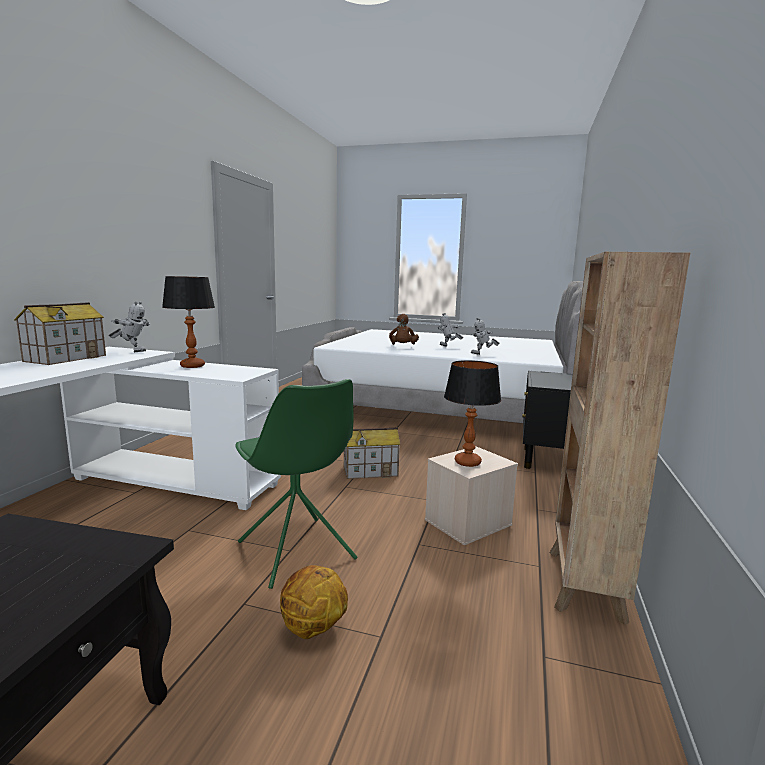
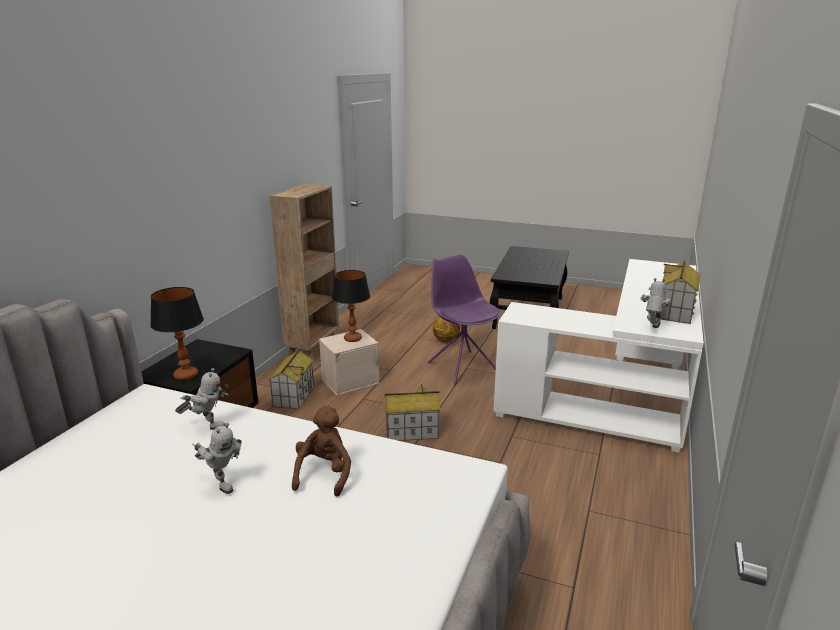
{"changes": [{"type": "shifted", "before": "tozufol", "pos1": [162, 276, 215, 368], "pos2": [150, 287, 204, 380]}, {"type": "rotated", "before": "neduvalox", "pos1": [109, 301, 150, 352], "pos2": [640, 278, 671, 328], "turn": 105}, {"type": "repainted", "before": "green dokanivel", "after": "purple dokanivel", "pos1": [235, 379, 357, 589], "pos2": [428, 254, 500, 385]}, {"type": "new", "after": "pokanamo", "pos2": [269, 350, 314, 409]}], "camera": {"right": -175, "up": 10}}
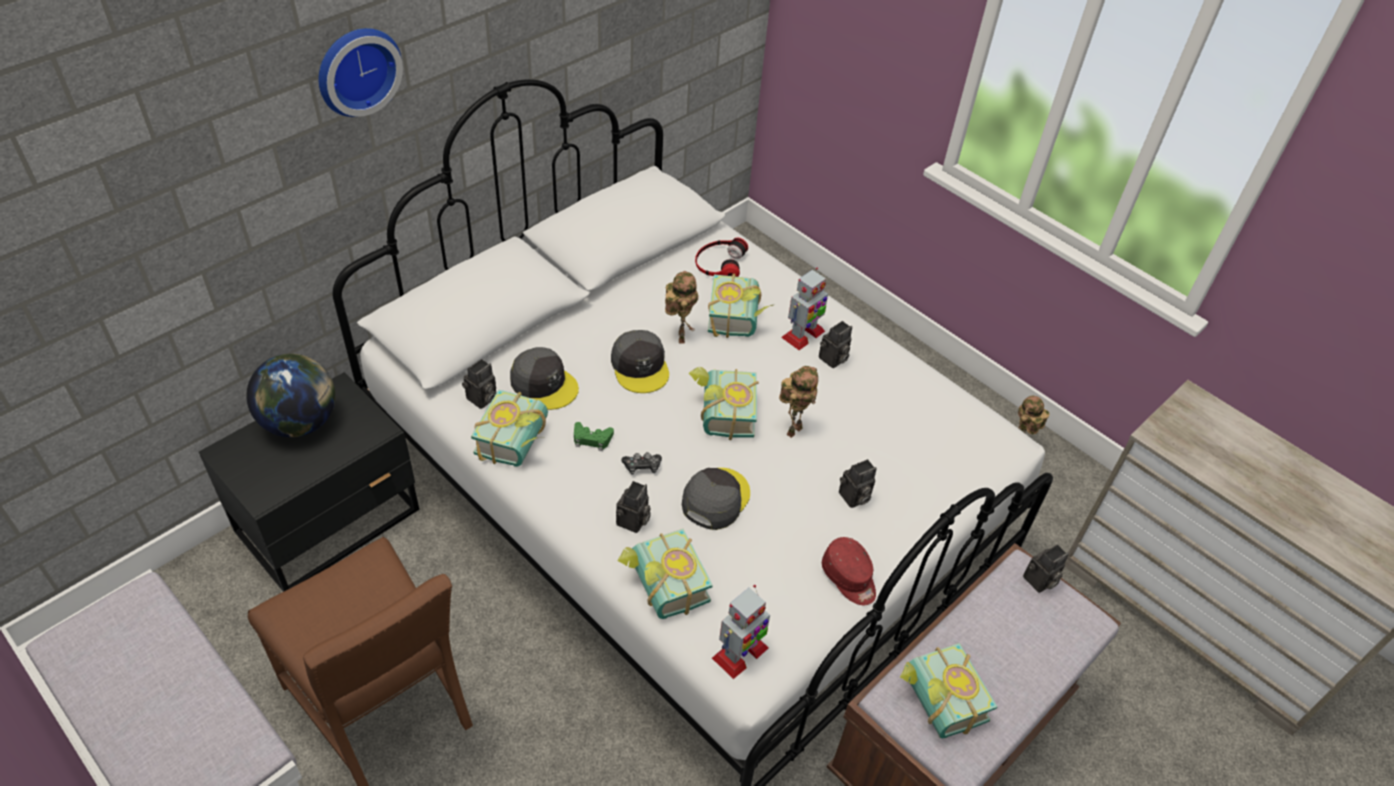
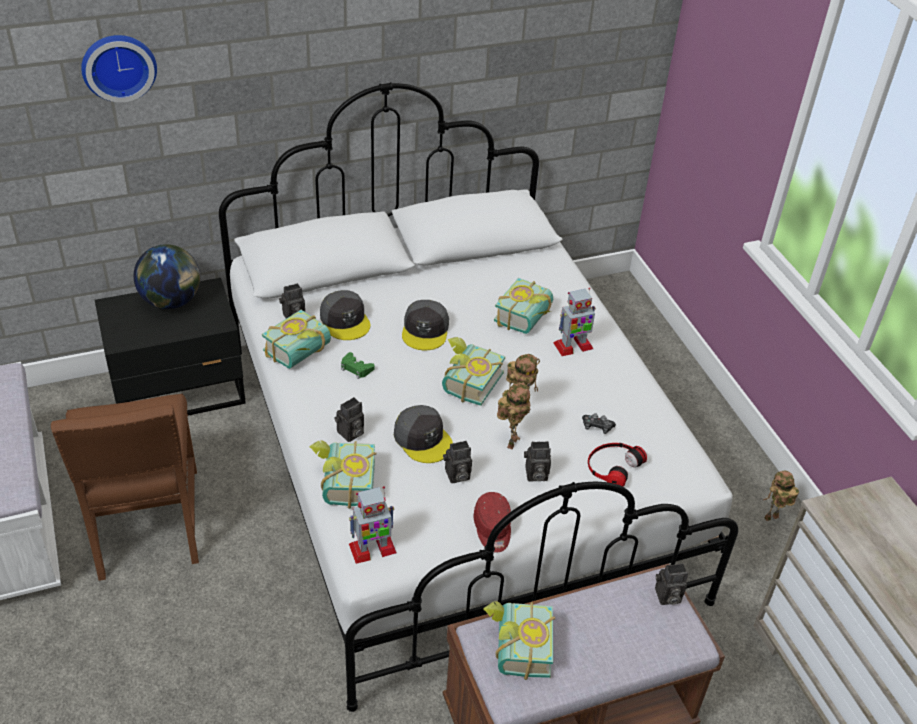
{"changes": [{"type": "shifted", "before": "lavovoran", "pos1": [319, 28, 403, 117], "pos2": [81, 35, 157, 102]}, {"type": "shifted", "before": "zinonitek", "pos1": [695, 238, 748, 277], "pos2": [588, 443, 647, 487]}, {"type": "shifted", "before": "neduvalox", "pos1": [665, 271, 698, 344], "pos2": [497, 382, 531, 449]}, {"type": "shifted", "before": "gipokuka", "pos1": [819, 321, 852, 368], "pos2": [443, 441, 472, 483]}, {"type": "shifted", "before": "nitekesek", "pos1": [621, 452, 662, 475], "pos2": [582, 413, 616, 434]}, {"type": "rotated", "before": "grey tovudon", "pos1": [682, 468, 750, 530], "pos2": [394, 405, 453, 463], "turn": 90}], "camera": {"right": 25, "up": -5}}
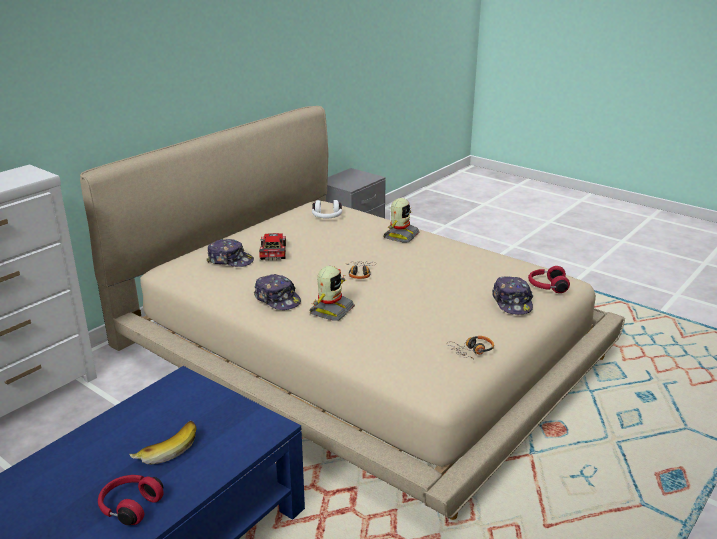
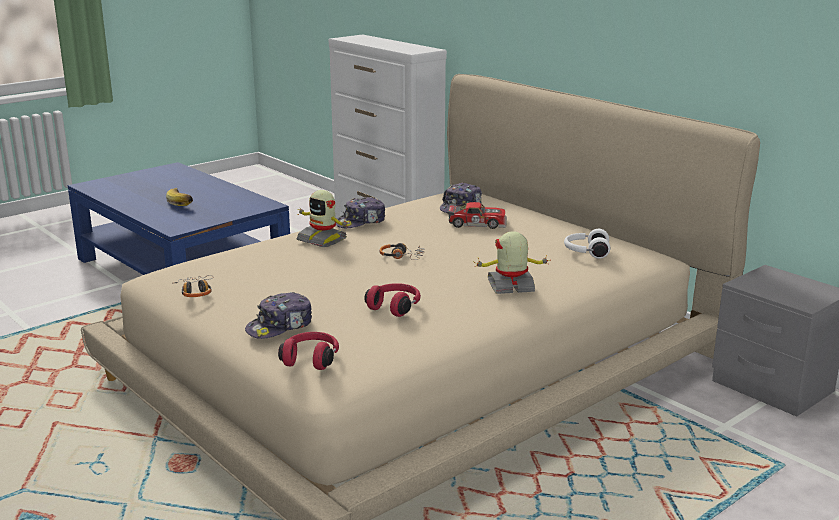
{"changes": [{"type": "rotated", "before": "neduvalox", "pos1": [384, 198, 420, 243], "pos2": [474, 231, 551, 294], "turn": 135}, {"type": "rotated", "before": "tovudon", "pos1": [492, 276, 533, 314], "pos2": [245, 292, 312, 339], "turn": -45}, {"type": "shifted", "before": "red zinonitek", "pos1": [98, 475, 164, 525], "pos2": [364, 283, 421, 317]}], "camera": {"right": 100, "up": -5}}
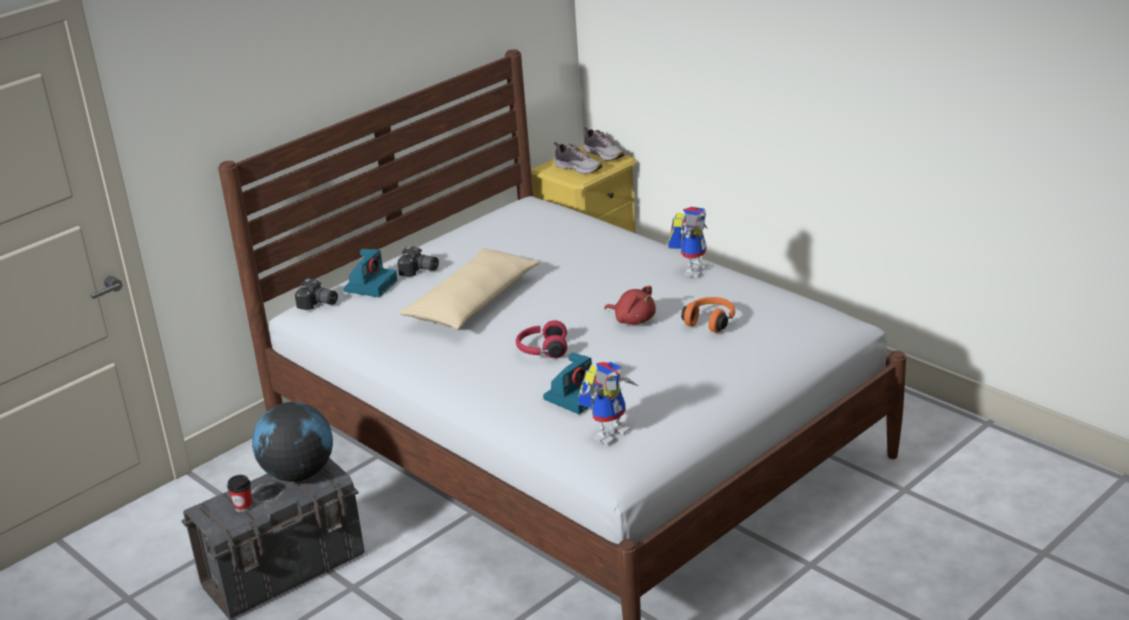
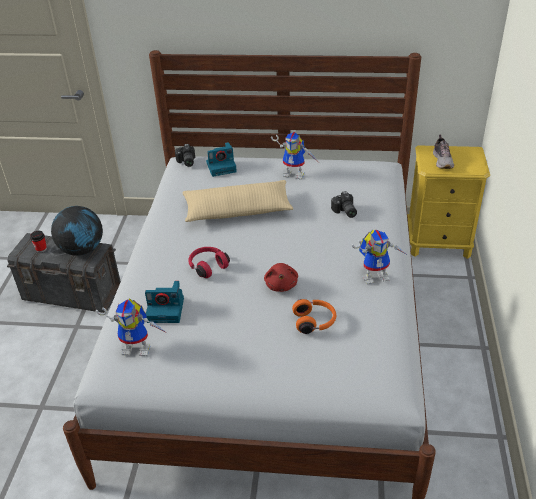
{"changes": [{"type": "gone", "before": "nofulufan", "pos1": [584, 127, 625, 161]}, {"type": "shifted", "before": "gipokuka", "pos1": [397, 246, 439, 277], "pos2": [331, 191, 357, 218]}, {"type": "new", "after": "neduvalox", "pos2": [271, 132, 317, 180]}], "camera": {"right": 50, "up": 10}}
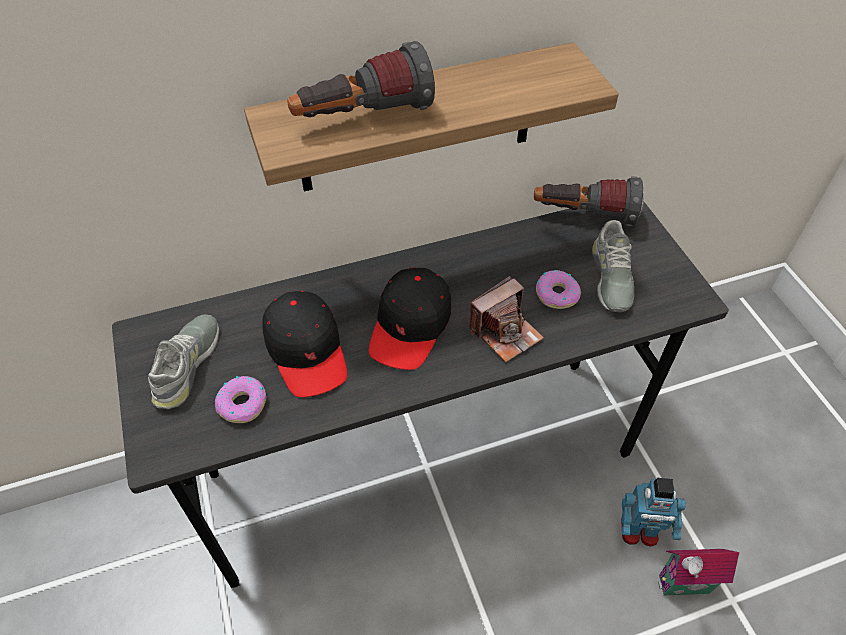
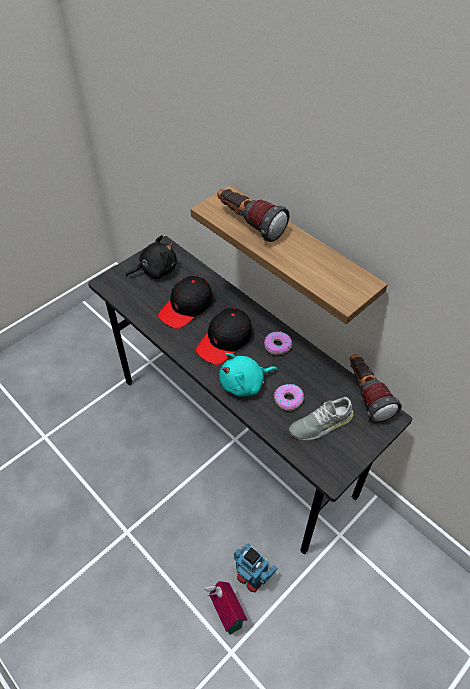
{"changes": [{"type": "rotated", "before": "black tovudon", "pos1": [369, 267, 451, 370], "pos2": [196, 308, 252, 365], "turn": -45}, {"type": "swapped", "before": "gipokuka", "after": "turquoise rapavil", "pos1": [469, 276, 544, 363], "pos2": [219, 353, 278, 397]}, {"type": "swapped", "before": "grey nofulufan", "after": "black rapavil", "pos1": [148, 314, 219, 409], "pos2": [126, 235, 177, 279]}, {"type": "shifted", "before": "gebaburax", "pos1": [215, 376, 267, 423], "pos2": [264, 332, 292, 355]}, {"type": "rotated", "before": "neduvalox", "pos1": [621, 478, 686, 547], "pos2": [234, 543, 277, 592], "turn": 150}], "camera": {"right": 65, "up": 0}}
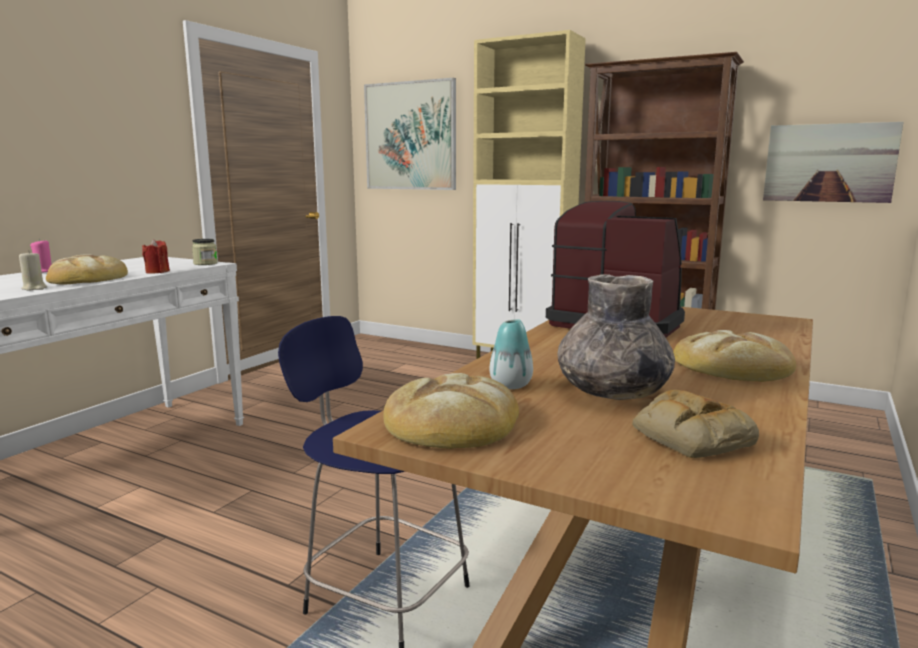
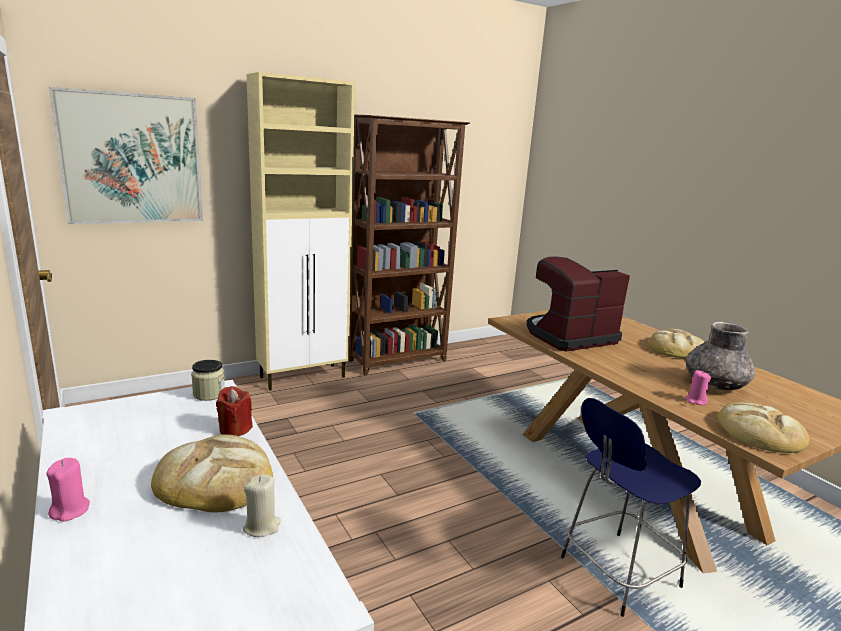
{"changes": [{"type": "gone", "before": "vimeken", "pos1": [763, 122, 903, 203]}, {"type": "swapped", "before": "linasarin", "after": "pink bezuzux", "pos1": [489, 319, 533, 389], "pos2": [685, 370, 711, 405]}, {"type": "gone", "before": "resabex", "pos1": [632, 390, 759, 458]}], "camera": {"right": -60, "up": 5}}
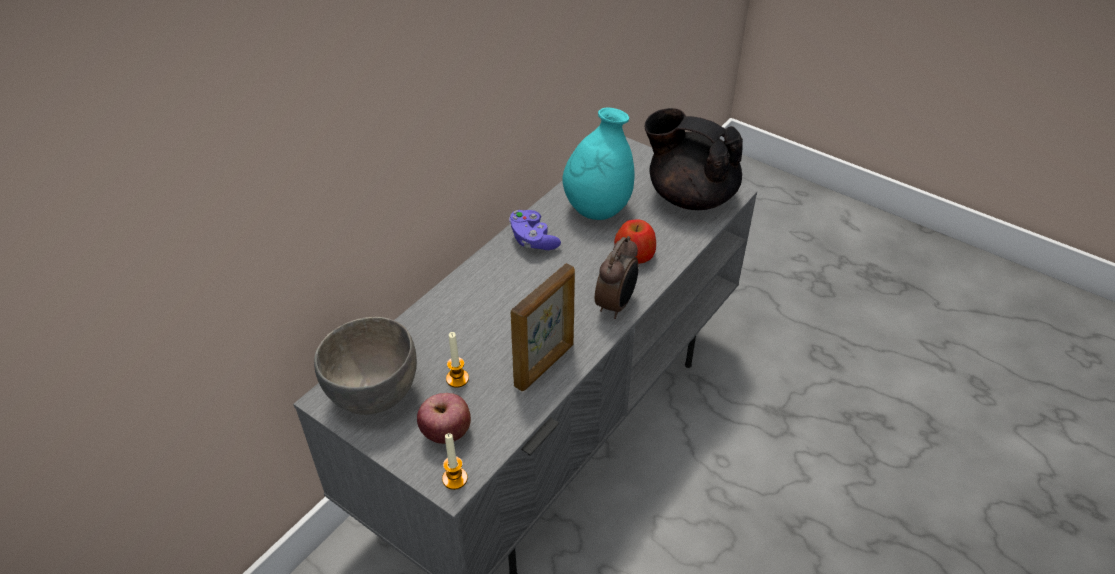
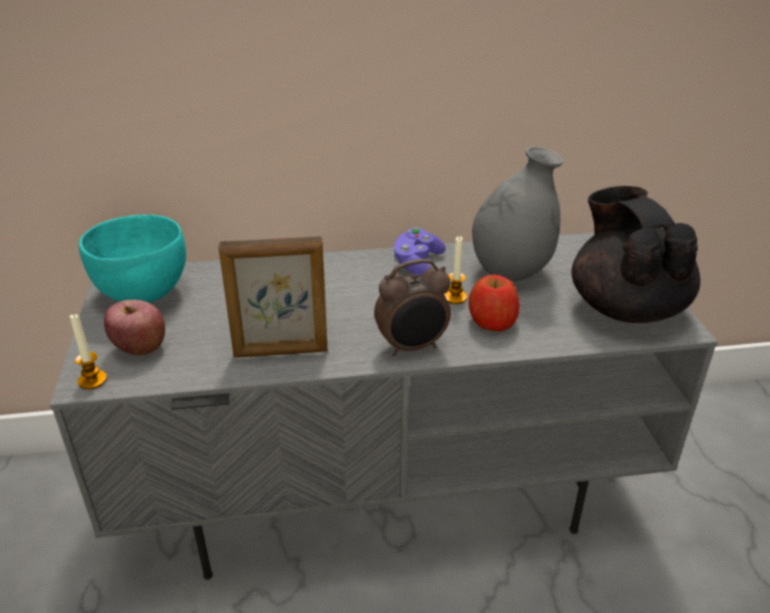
{"changes": [{"type": "repainted", "before": "turquoise linasarin", "after": "grey linasarin", "pos1": [562, 107, 635, 220], "pos2": [472, 146, 563, 281]}, {"type": "repainted", "before": "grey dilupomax", "after": "turquoise dilupomax", "pos1": [314, 317, 417, 415], "pos2": [79, 215, 186, 302]}, {"type": "shifted", "before": "bezuzux", "pos1": [446, 332, 469, 388], "pos2": [444, 236, 467, 304]}], "camera": {"right": 45, "up": -10}}
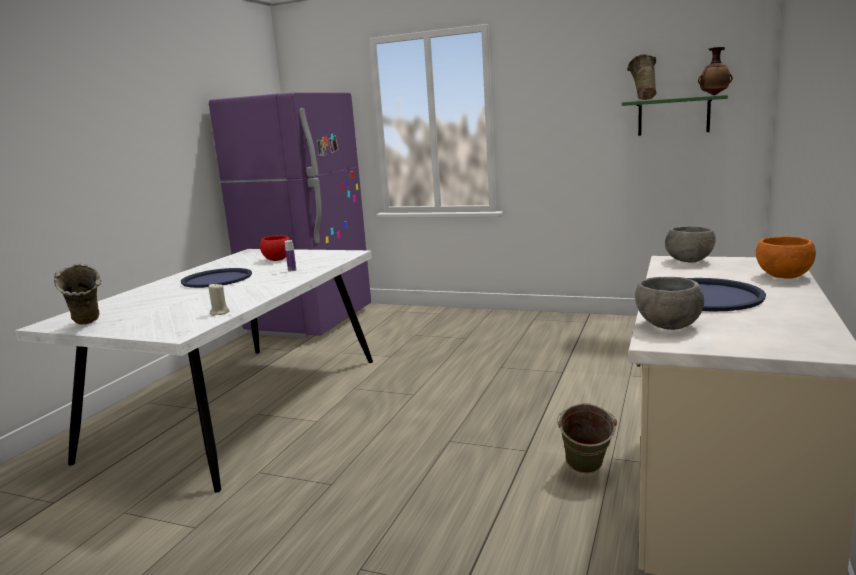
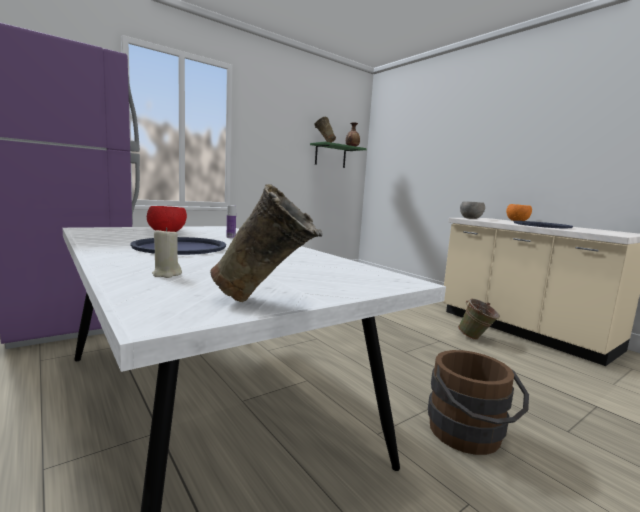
{"changes": [{"type": "gone", "before": "grey dilupomax", "pos1": [635, 277, 704, 330]}, {"type": "shifted", "before": "beige bezuzux", "pos1": [209, 283, 229, 316], "pos2": [152, 227, 182, 278]}, {"type": "new", "after": "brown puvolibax", "pos2": [428, 350, 529, 455]}], "camera": {"right": -60, "up": -5}}
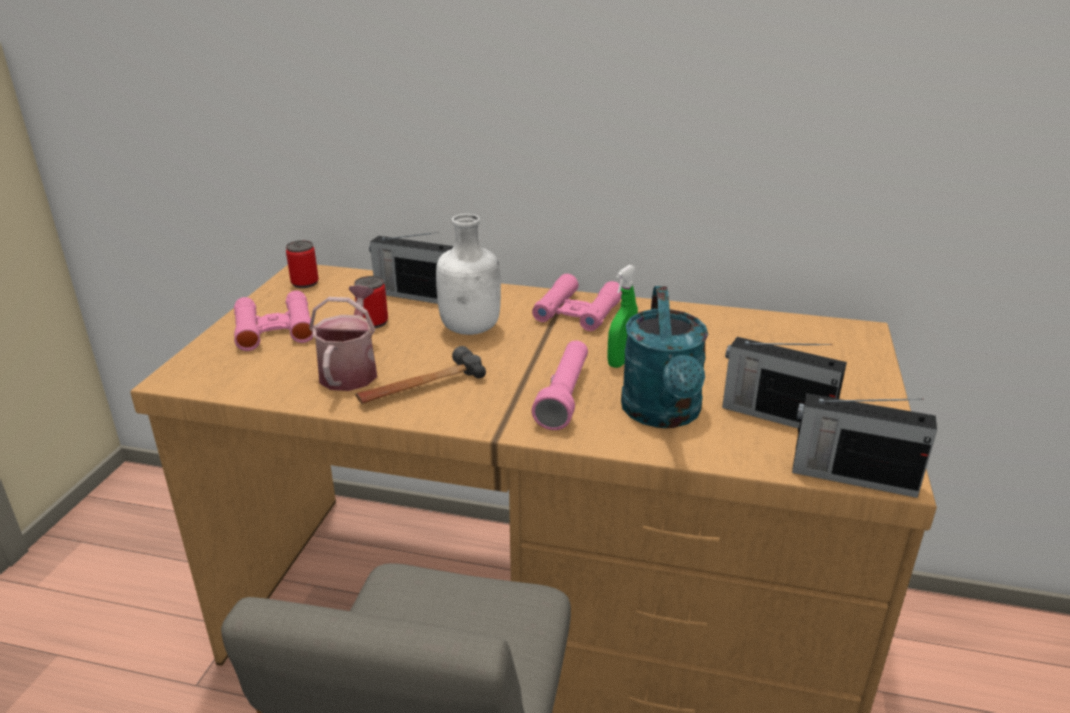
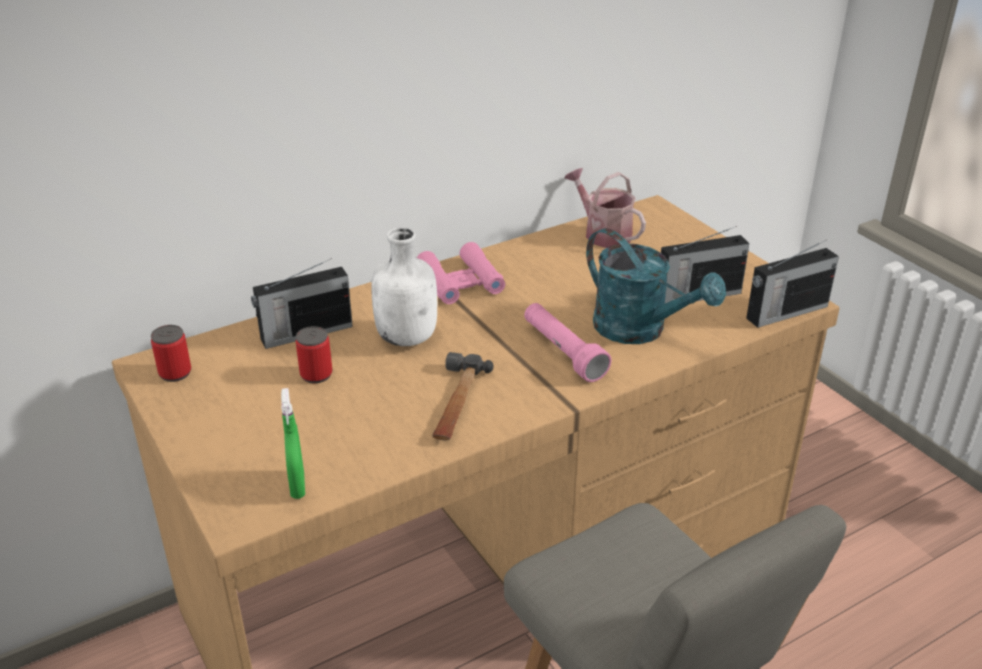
{"changes": [{"type": "shifted", "before": "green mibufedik", "pos1": [608, 265, 638, 368], "pos2": [281, 388, 305, 499]}, {"type": "shifted", "before": "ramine", "pos1": [309, 285, 377, 391], "pos2": [564, 168, 646, 248]}, {"type": "gone", "before": "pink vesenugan", "pos1": [234, 290, 314, 351]}], "camera": {"right": -45, "up": 5}}
